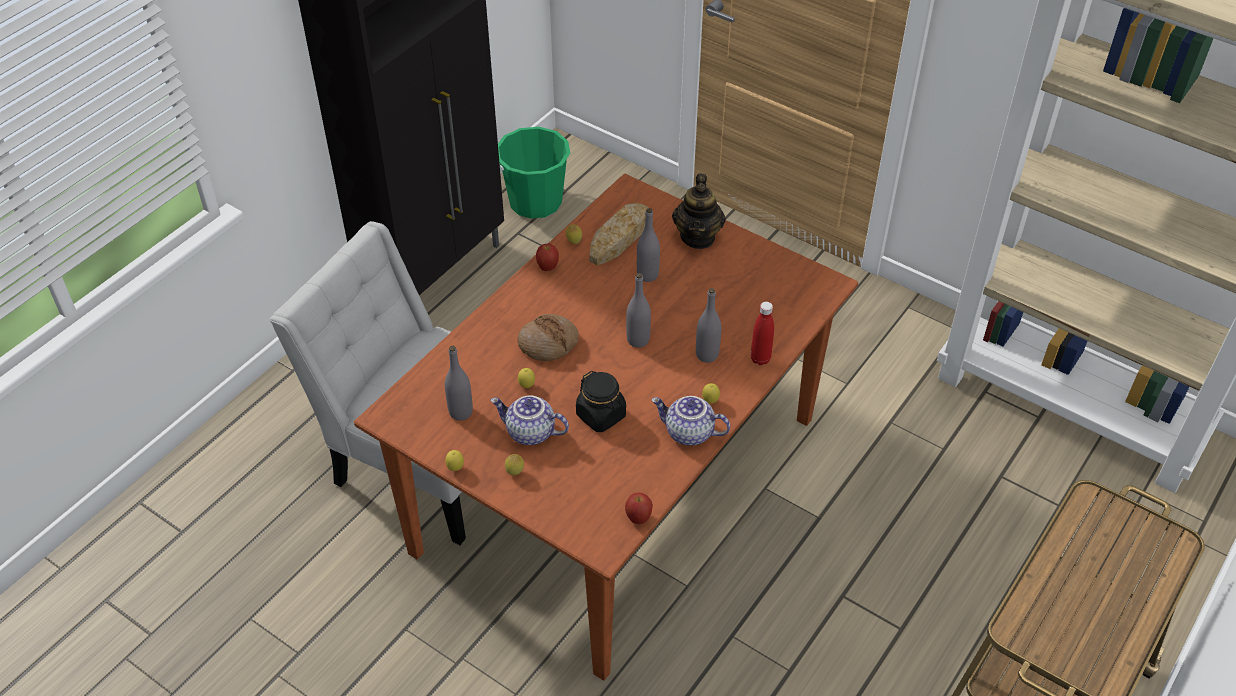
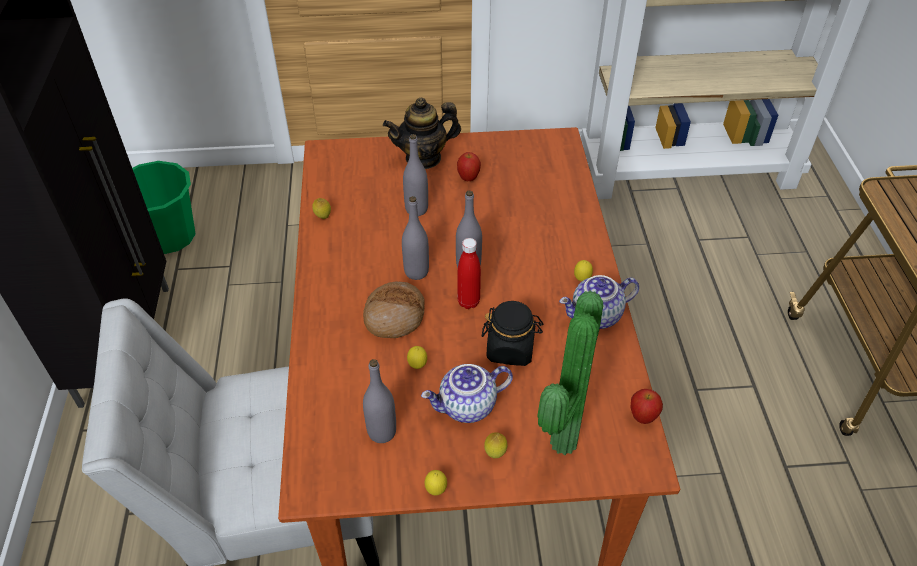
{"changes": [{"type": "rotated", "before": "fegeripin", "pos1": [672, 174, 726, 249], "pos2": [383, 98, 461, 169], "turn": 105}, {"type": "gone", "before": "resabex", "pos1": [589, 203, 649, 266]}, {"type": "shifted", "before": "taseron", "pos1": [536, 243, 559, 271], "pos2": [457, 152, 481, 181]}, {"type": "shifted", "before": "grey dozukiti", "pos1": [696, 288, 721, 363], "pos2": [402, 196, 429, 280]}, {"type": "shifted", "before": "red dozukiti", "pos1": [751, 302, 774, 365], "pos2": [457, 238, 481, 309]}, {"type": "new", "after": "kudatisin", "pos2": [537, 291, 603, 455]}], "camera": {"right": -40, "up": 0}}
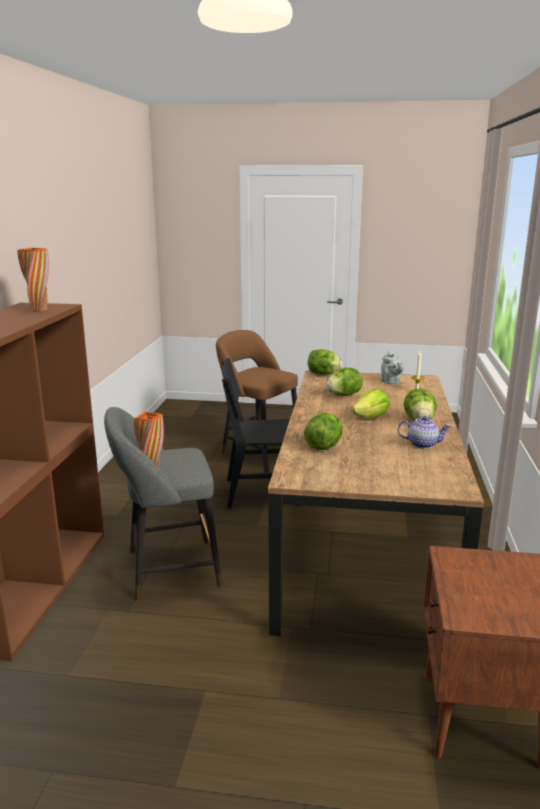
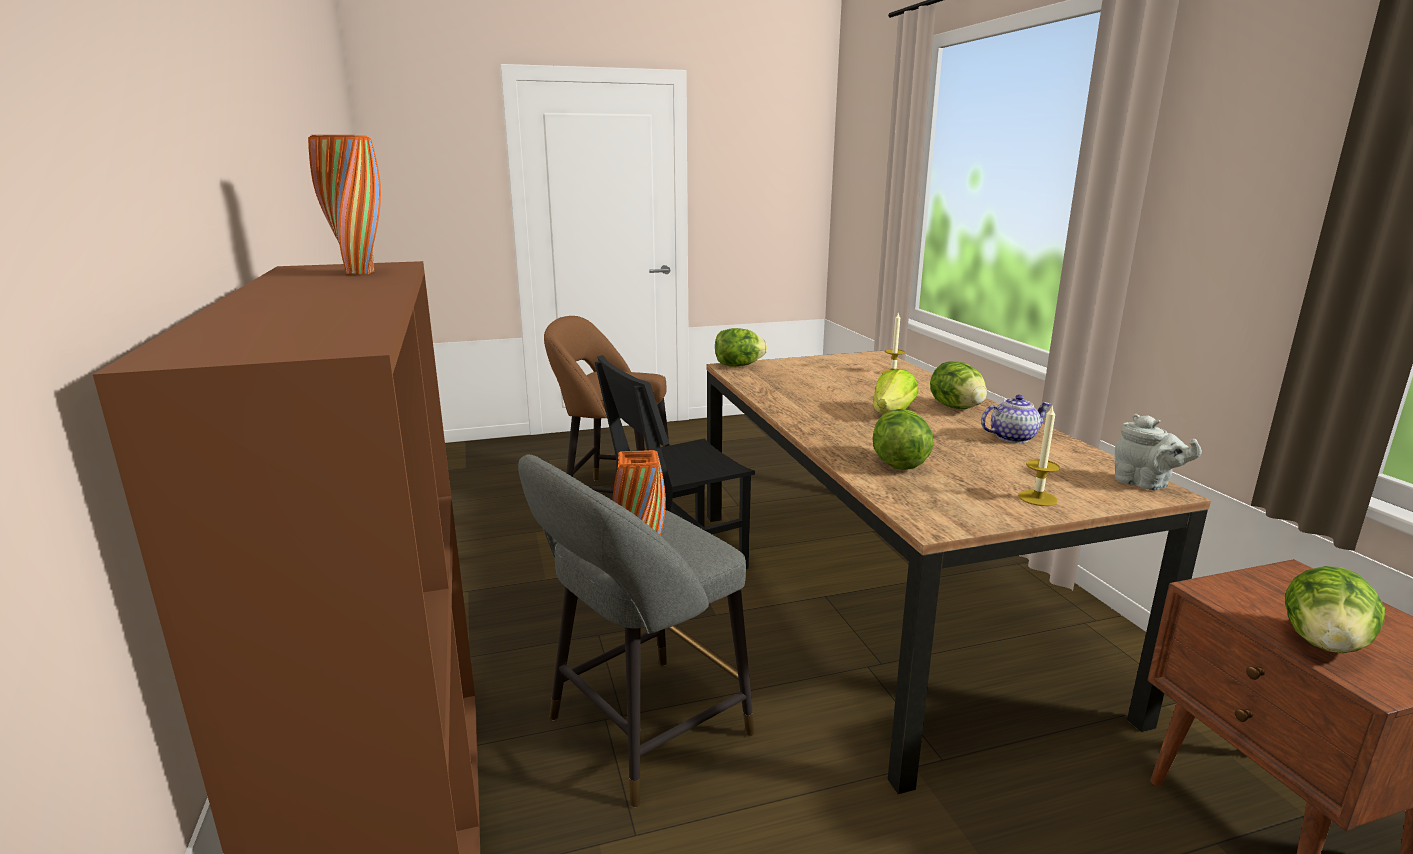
{"changes": [{"type": "shifted", "before": "grey fegeripin", "pos1": [381, 351, 404, 384], "pos2": [1115, 414, 1202, 490]}, {"type": "shifted", "before": "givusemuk", "pos1": [325, 368, 363, 396], "pos2": [1286, 566, 1385, 653]}, {"type": "new", "after": "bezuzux", "pos2": [1018, 405, 1060, 506]}], "camera": {"right": -25, "up": 0}}
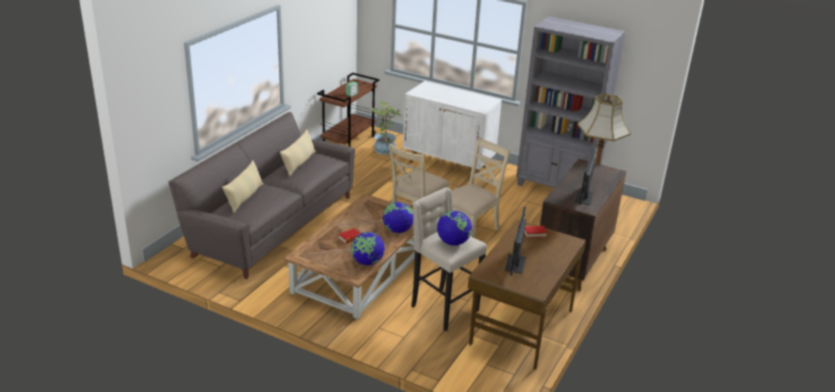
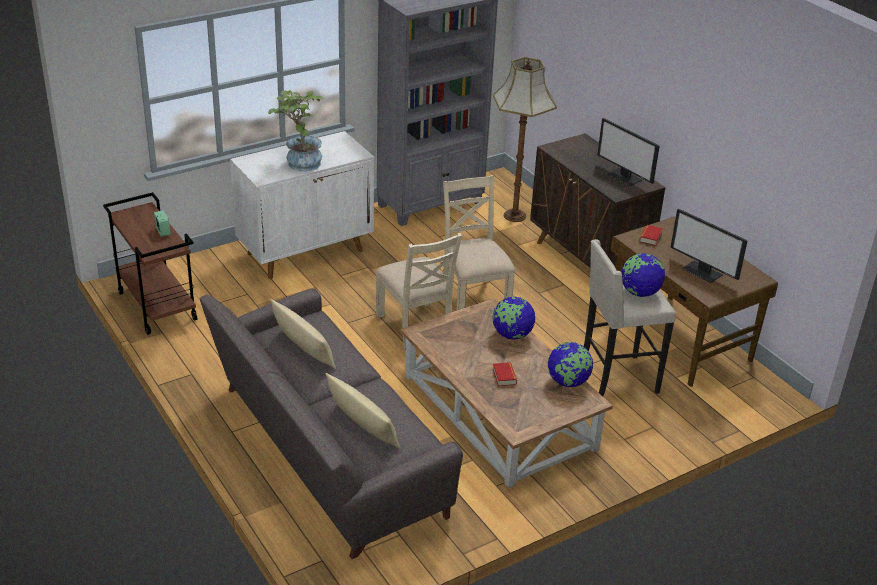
{"changes": [{"type": "shifted", "before": "kudatisin", "pos1": [370, 101, 402, 155], "pos2": [268, 90, 324, 171]}], "camera": {"right": -60, "up": 5}}
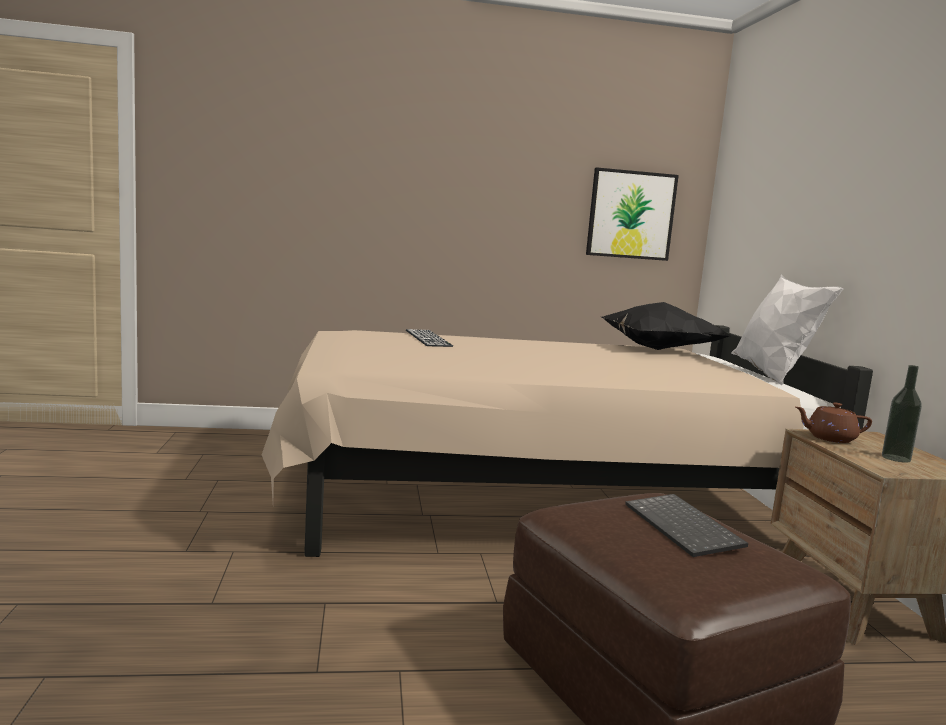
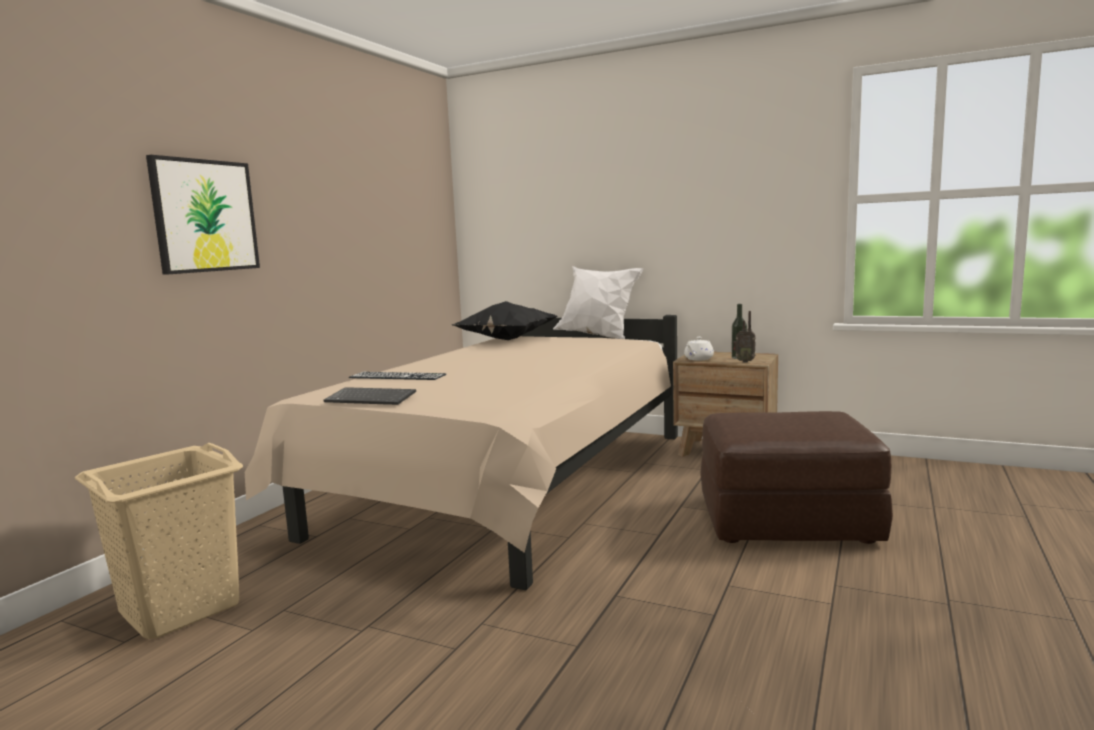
{"changes": [{"type": "shifted", "before": "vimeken", "pos1": [586, 167, 679, 261], "pos2": [146, 155, 260, 275]}, {"type": "repainted", "before": "brown fegeripin", "after": "white fegeripin", "pos1": [796, 403, 872, 443], "pos2": [684, 337, 714, 360]}, {"type": "shifted", "before": "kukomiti", "pos1": [626, 494, 748, 557], "pos2": [323, 387, 416, 405]}, {"type": "new", "after": "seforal", "pos2": [733, 311, 756, 363]}, {"type": "new", "after": "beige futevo", "pos2": [75, 443, 243, 639]}], "camera": {"right": -55, "up": 0}}
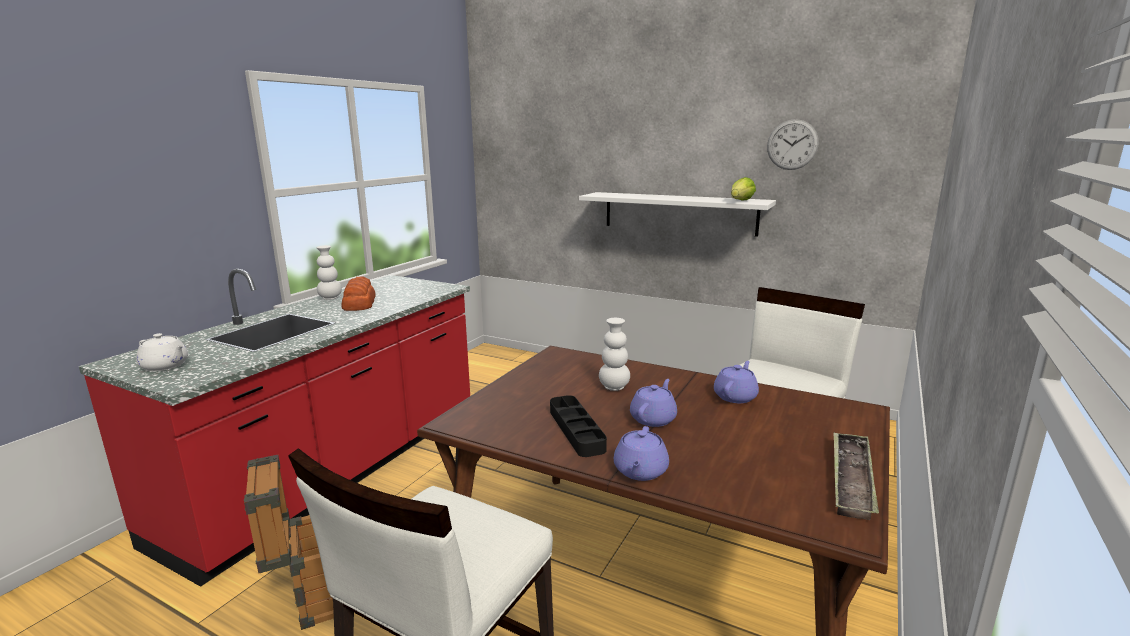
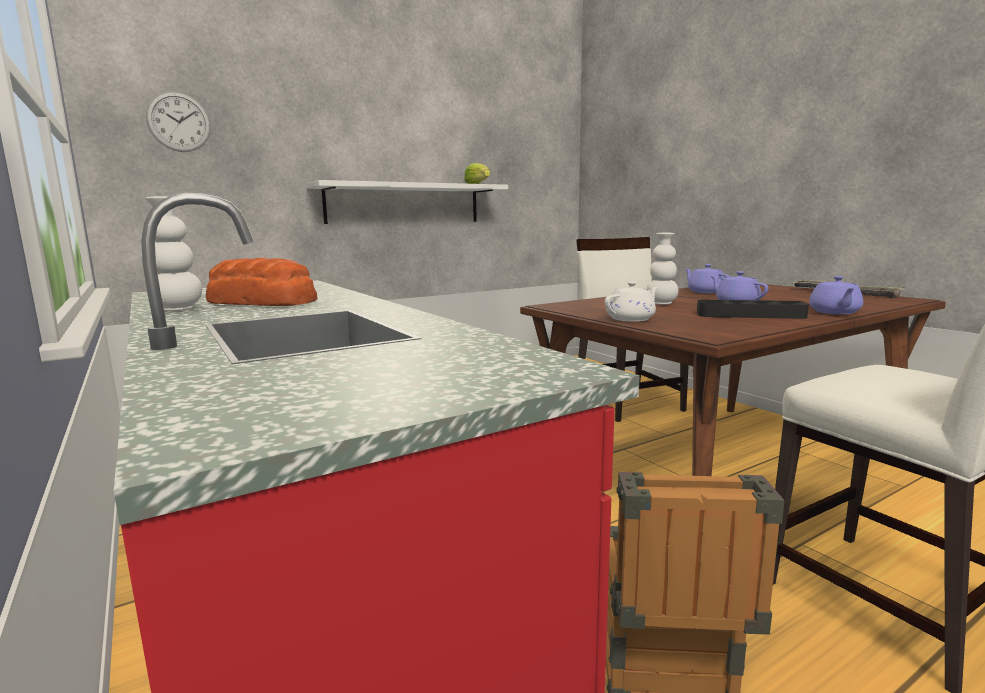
{"changes": [{"type": "shifted", "before": "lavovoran", "pos1": [767, 119, 819, 170], "pos2": [146, 92, 211, 152]}, {"type": "shifted", "before": "white fegeripin", "pos1": [136, 333, 188, 371], "pos2": [605, 282, 659, 322]}, {"type": "rotated", "before": "purple fegeripin", "pos1": [614, 426, 669, 481], "pos2": [809, 276, 863, 314], "turn": 60}], "camera": {"right": -60, "up": -5}}
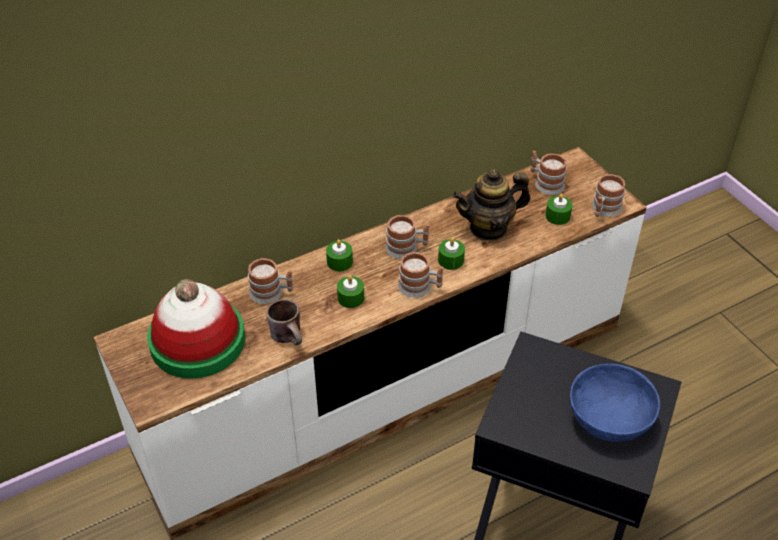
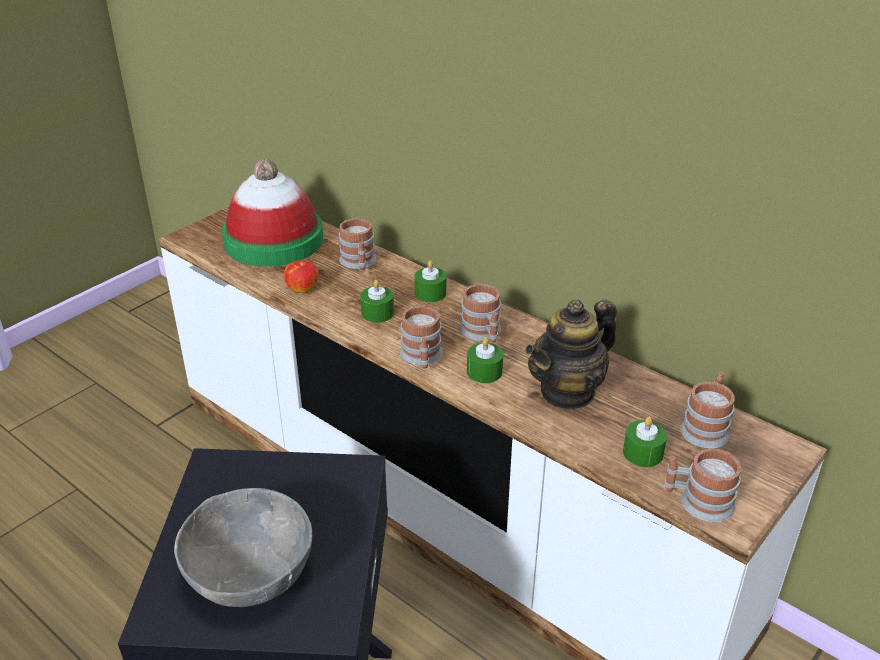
{"changes": [{"type": "rotated", "before": "fegeripin", "pos1": [452, 169, 530, 241], "pos2": [525, 299, 617, 410], "turn": -90}, {"type": "swapped", "before": "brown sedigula", "after": "taseron", "pos1": [267, 299, 302, 345], "pos2": [284, 260, 319, 293]}, {"type": "repainted", "before": "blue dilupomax", "after": "grey dilupomax", "pos1": [570, 364, 660, 442], "pos2": [174, 488, 312, 607]}], "camera": {"right": 70, "up": -10}}
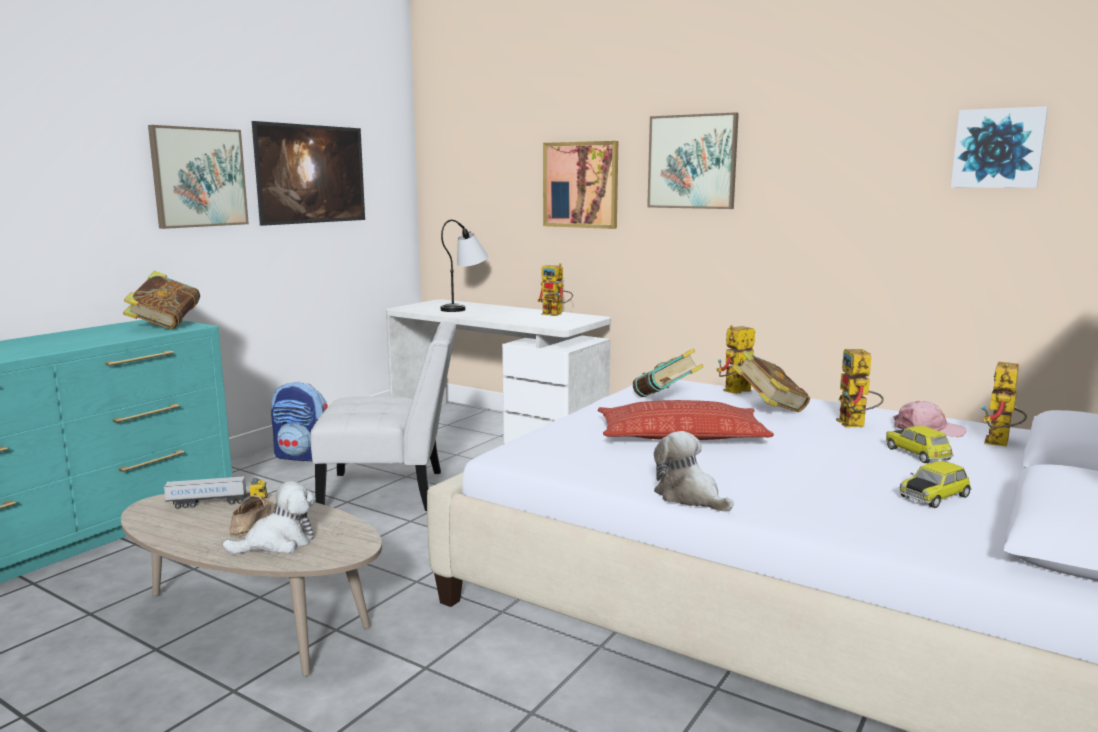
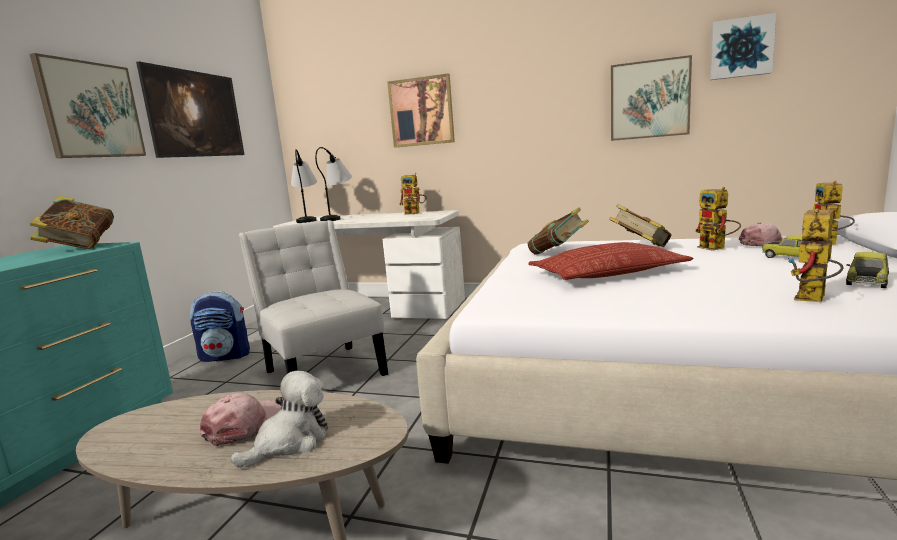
{"changes": [{"type": "shifted", "before": "vimeken", "pos1": [647, 112, 739, 209], "pos2": [611, 55, 692, 141]}, {"type": "rotated", "before": "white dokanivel", "pos1": [310, 321, 456, 511], "pos2": [239, 220, 388, 376], "turn": -105}, {"type": "shifted", "before": "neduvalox", "pos1": [717, 325, 755, 394], "pos2": [788, 208, 844, 302]}, {"type": "gone", "before": "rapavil", "pos1": [654, 431, 734, 511]}, {"type": "gone", "before": "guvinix", "pos1": [164, 476, 268, 509]}, {"type": "swapped", "before": "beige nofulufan", "after": "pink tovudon", "pos1": [229, 496, 275, 537], "pos2": [200, 393, 281, 446]}, {"type": "new", "after": "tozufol", "pos2": [291, 149, 317, 223]}], "camera": {"right": -15, "up": 0}}
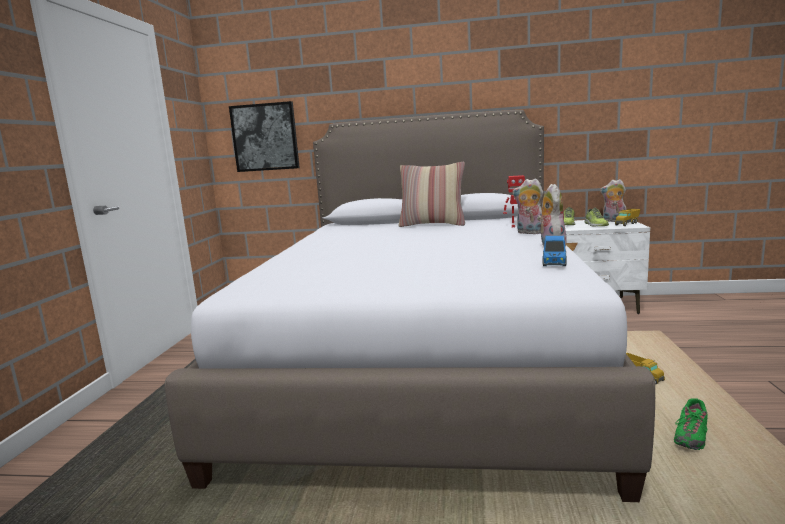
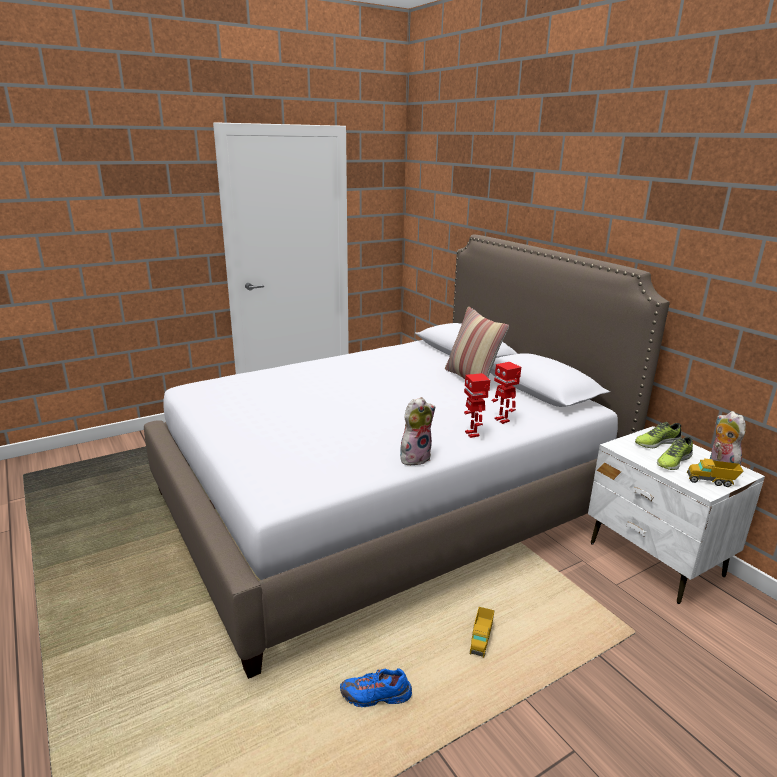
{"changes": [{"type": "gone", "before": "vimeken", "pos1": [229, 101, 300, 172]}, {"type": "swapped", "before": "rapavil", "after": "neduvalox", "pos1": [512, 178, 543, 234], "pos2": [464, 373, 490, 438]}, {"type": "gone", "before": "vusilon", "pos1": [542, 236, 567, 266]}, {"type": "repainted", "before": "green nofulufan", "after": "blue nofulufan", "pos1": [674, 398, 708, 450], "pos2": [340, 668, 412, 707]}], "camera": {"right": 50, "up": 10}}
